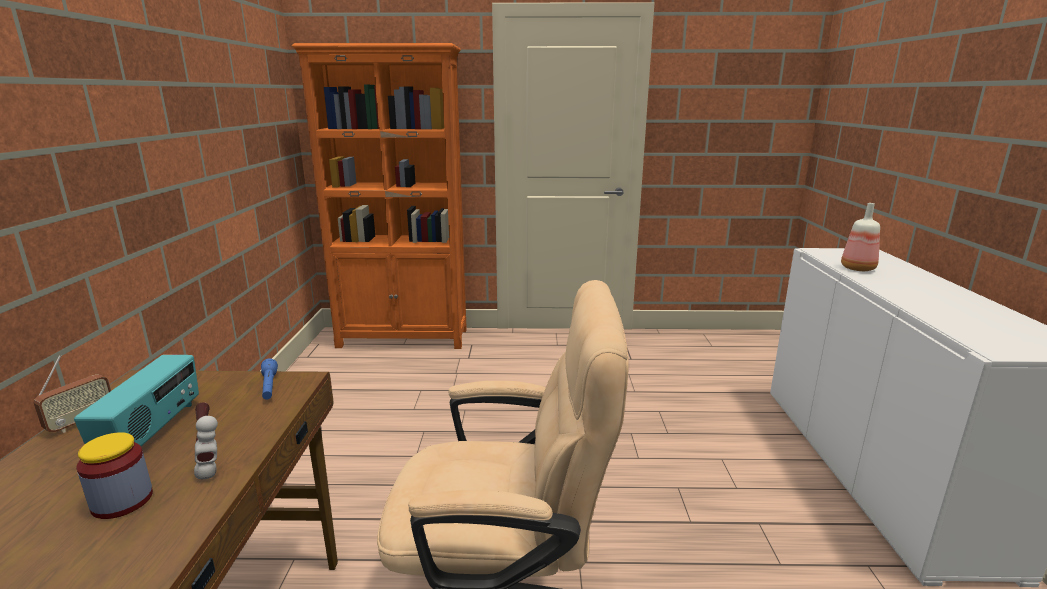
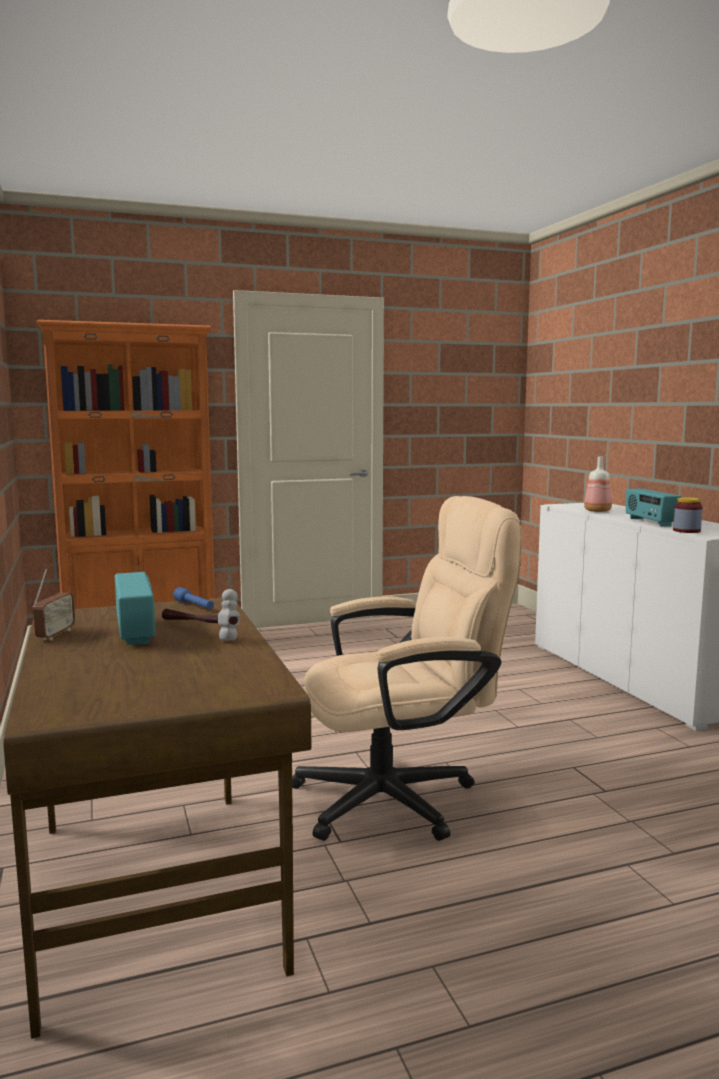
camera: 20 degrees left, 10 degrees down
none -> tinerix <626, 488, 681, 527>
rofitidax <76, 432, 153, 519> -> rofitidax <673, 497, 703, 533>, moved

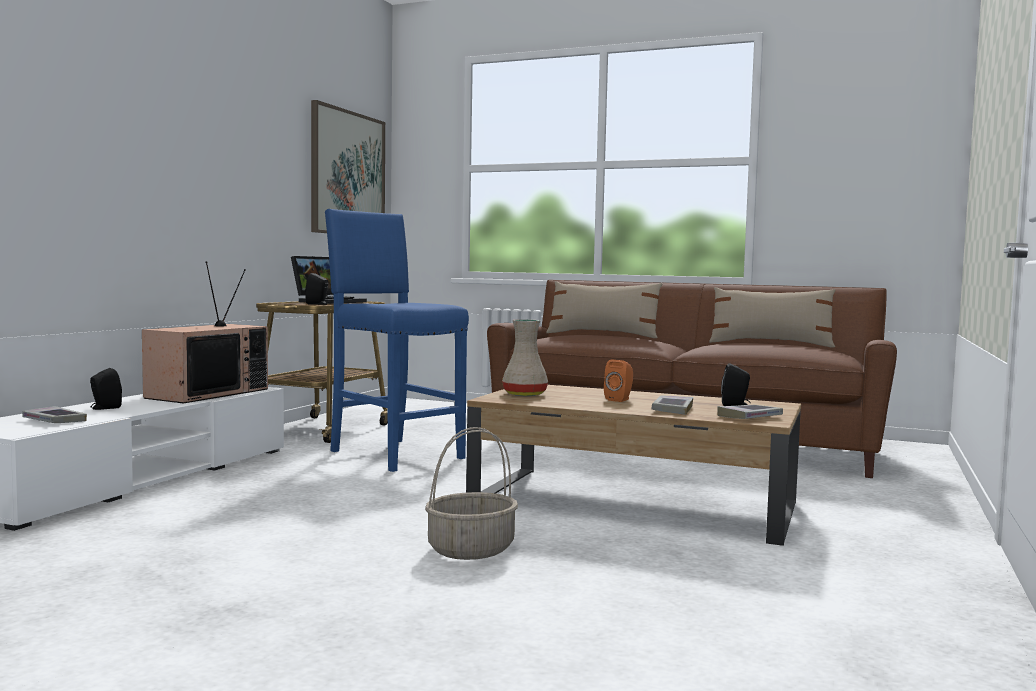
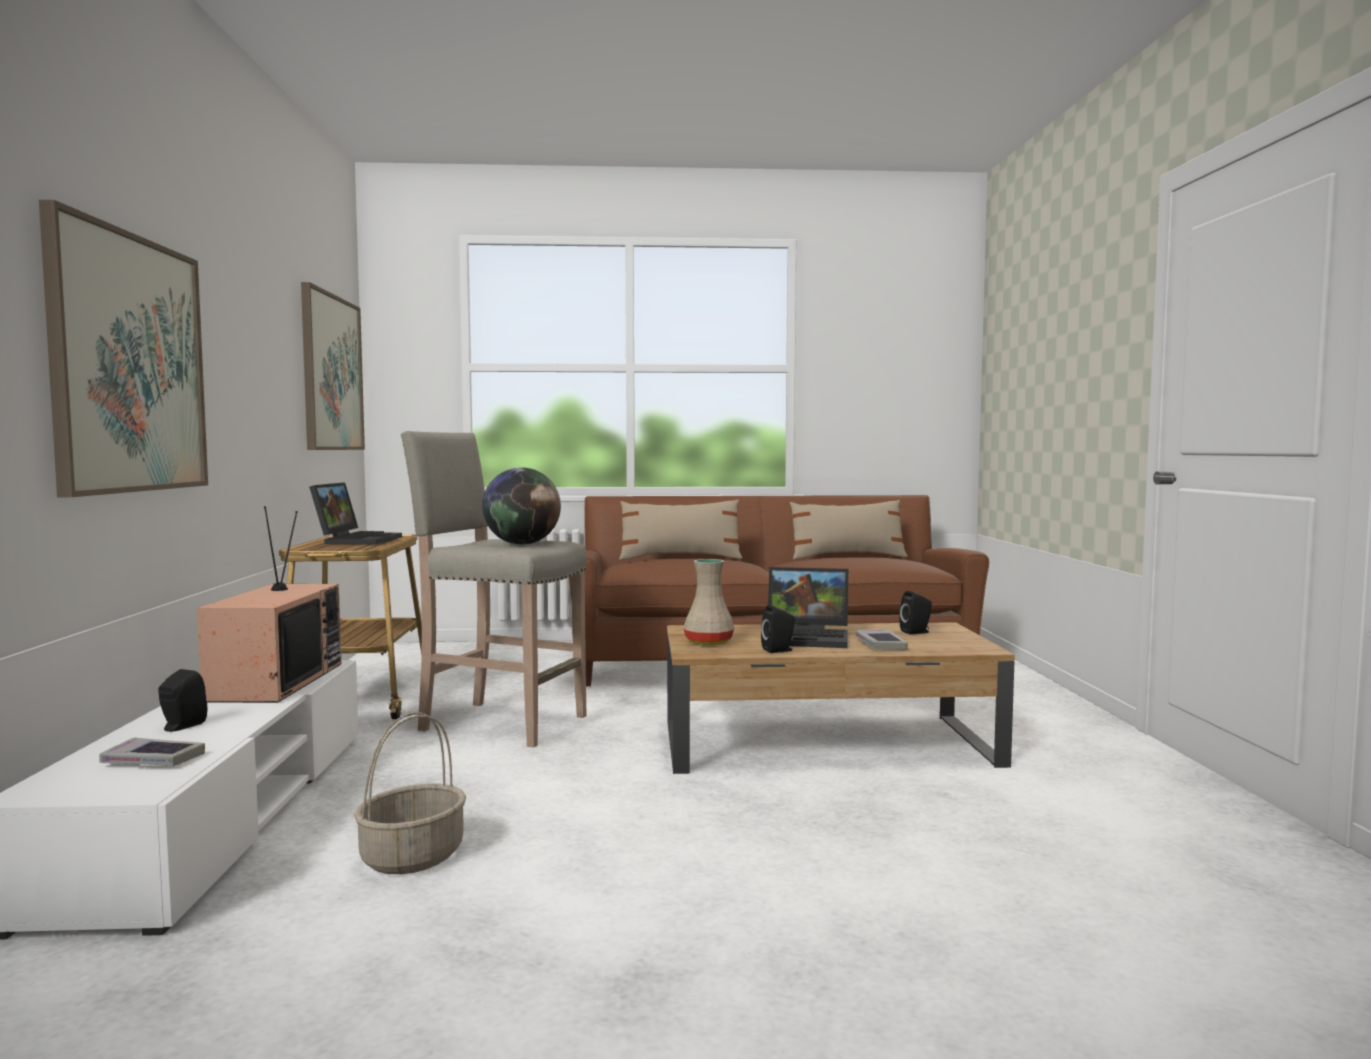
camera: 25 degrees left, 0 degrees up
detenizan <717, 405, 783, 419> -> none
none -> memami <39, 200, 208, 497>
none -> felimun <482, 468, 561, 545>
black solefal <305, 273, 329, 305> -> black solefal <761, 605, 795, 653>, moved
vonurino <425, 427, 518, 560> -> vonurino <354, 712, 466, 874>, moved
orange solefal <604, 360, 633, 402> -> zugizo <768, 567, 848, 648>
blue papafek <325, 209, 469, 472> -> beige papafek <401, 431, 587, 748>

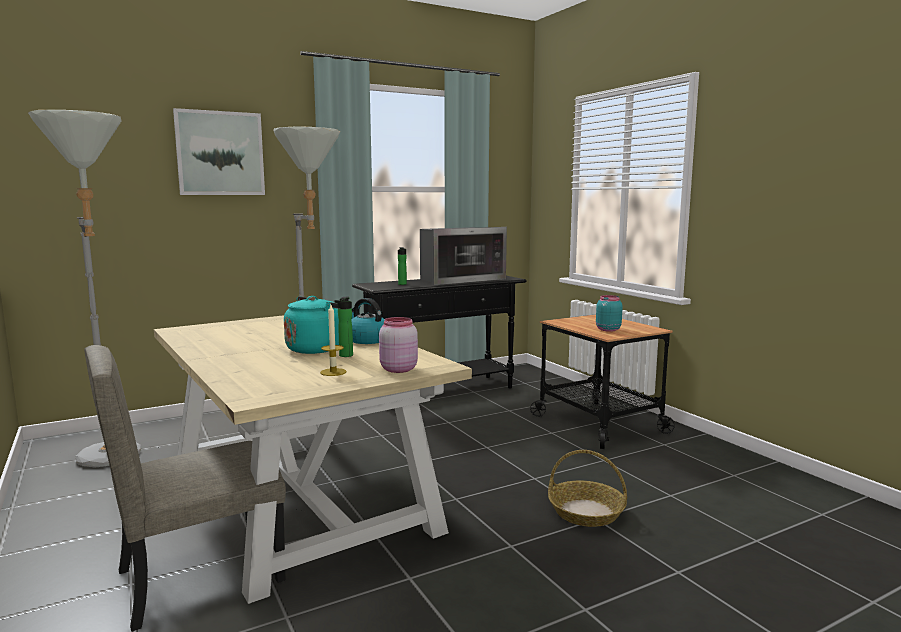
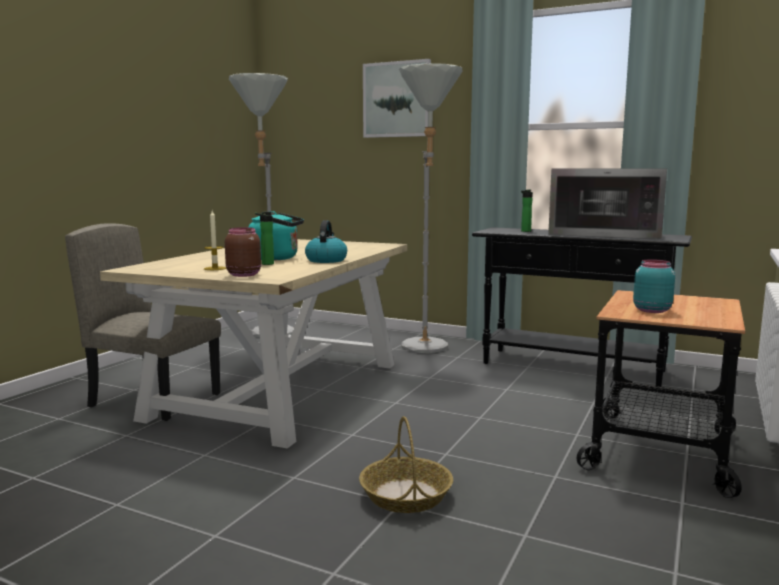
camera: 55 degrees right, 0 degrees up
pink rofitidax <379, 317, 418, 373> -> brown rofitidax <225, 227, 261, 277>

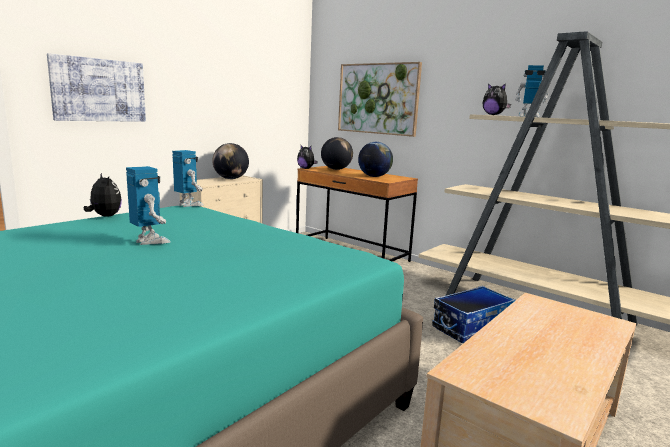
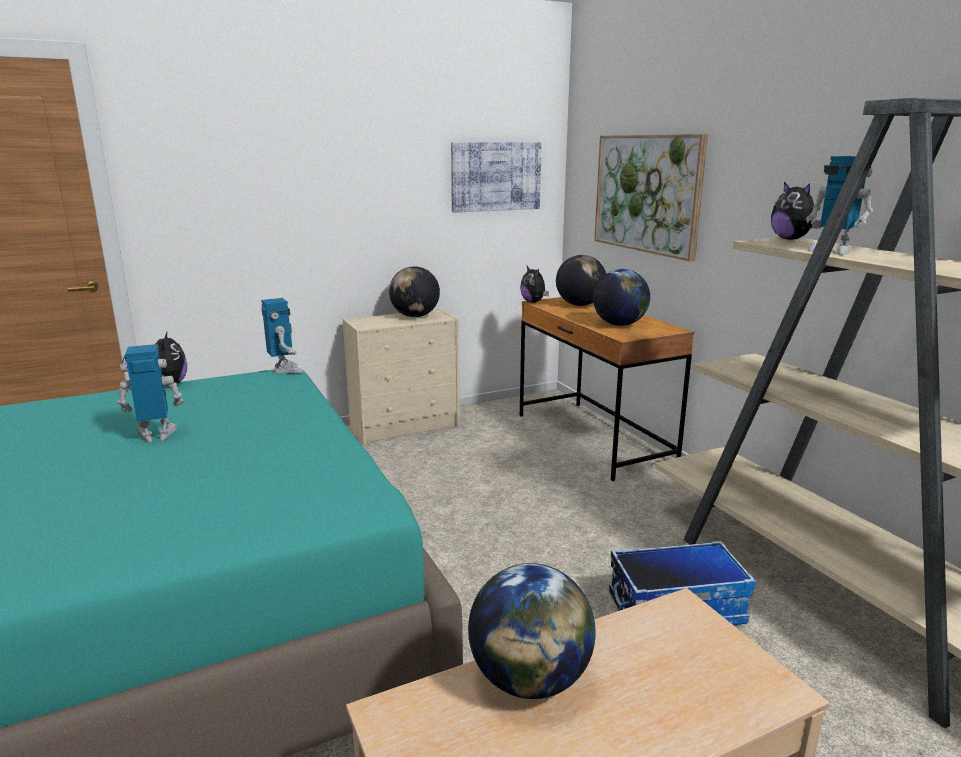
camera: 25 degrees right, 5 degrees up
none -> felimun <468, 563, 596, 699>
memami <47, 53, 146, 122> -> memami <451, 142, 542, 213>, moved
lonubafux <126, 166, 170, 245> -> lonubafux <117, 344, 184, 442>, 90 degrees counterclockwise

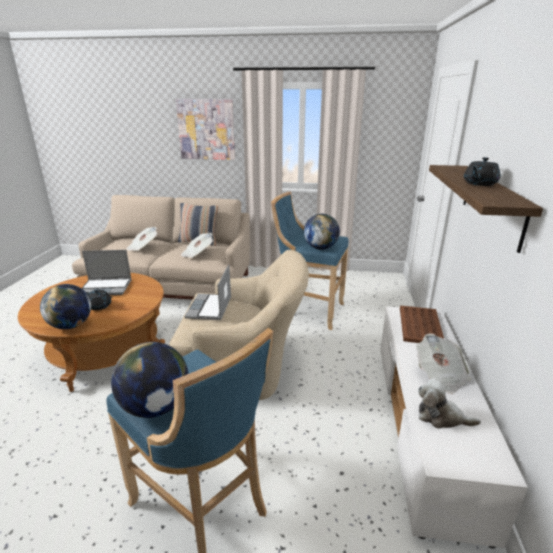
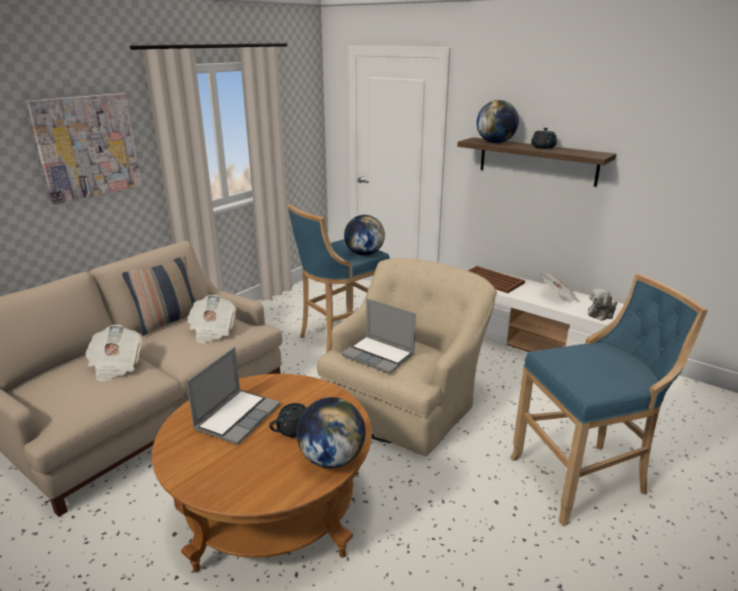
camera: 60 degrees left, 0 degrees up
felimun <111, 342, 188, 418> -> felimun <477, 100, 519, 143>, moved

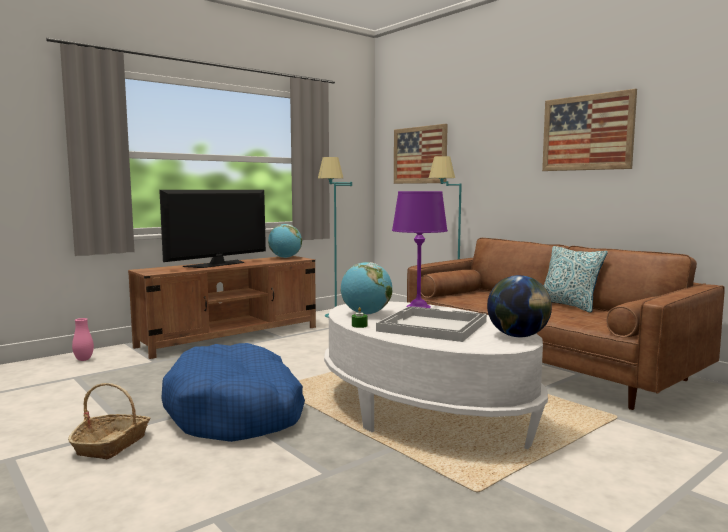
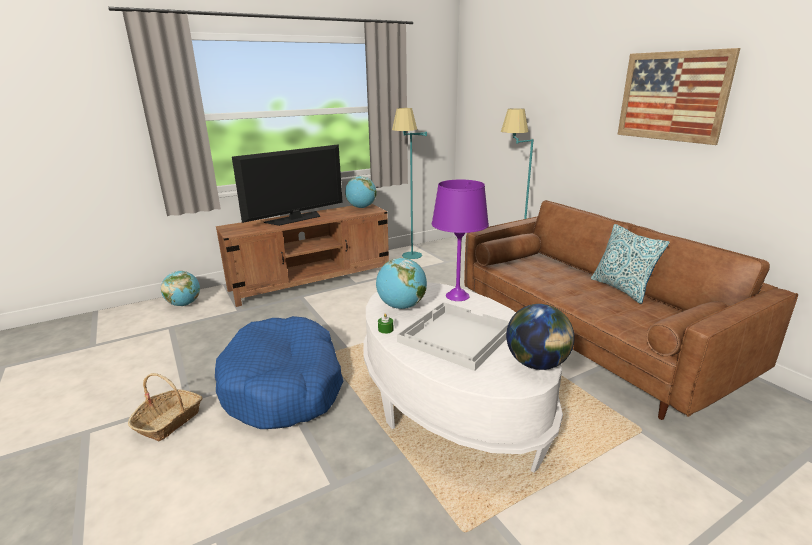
camera: 10 degrees right, 15 degrees up
memami <394, 124, 448, 184> -> none
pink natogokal <72, 318, 94, 361> -> felimun <161, 271, 200, 306>

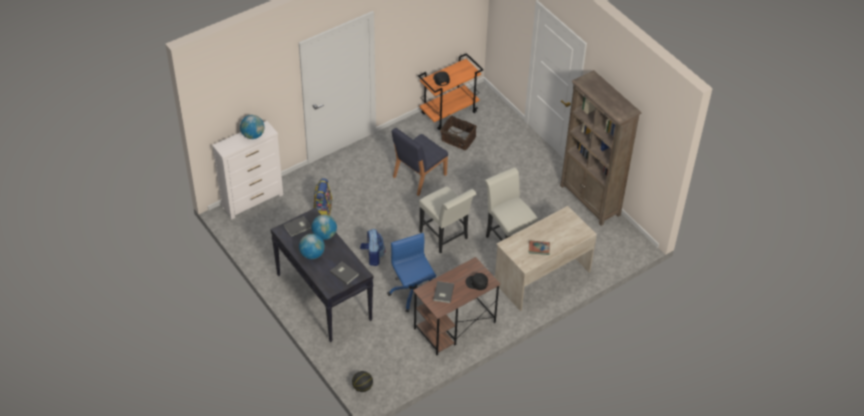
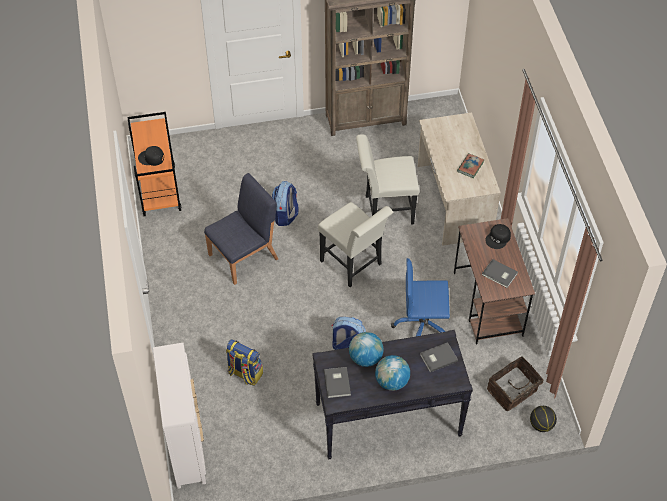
camera: 65 degrees left, 5 degrees up
felimun <240, 115, 264, 139> -> none
none -> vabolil <272, 181, 298, 226>
vonurino <440, 115, 477, 150> -> vonurino <487, 356, 547, 411>, moved
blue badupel <392, 128, 448, 196> -> blue badupel <204, 173, 278, 285>, 105 degrees counterclockwise
white badupel <419, 186, 476, 253> -> white badupel <318, 202, 393, 287>, 60 degrees clockwise

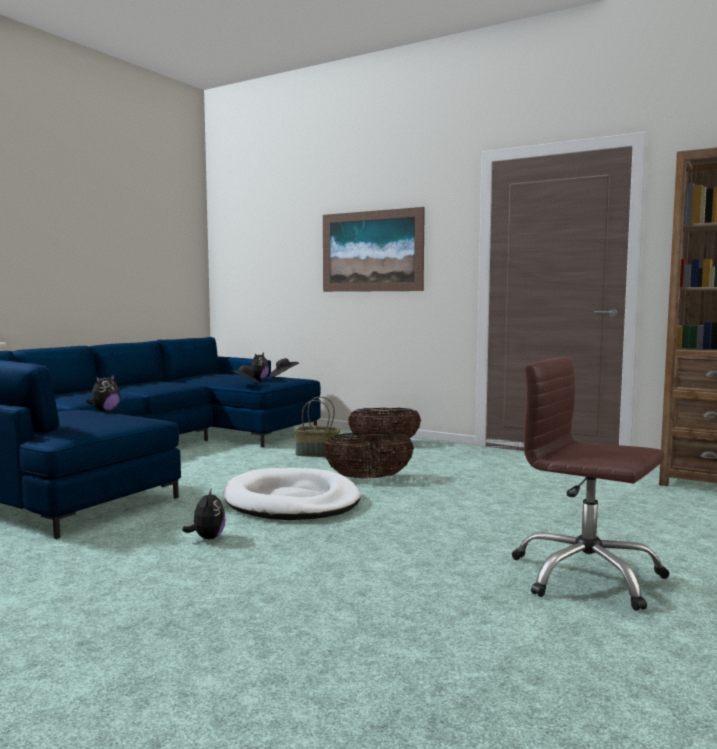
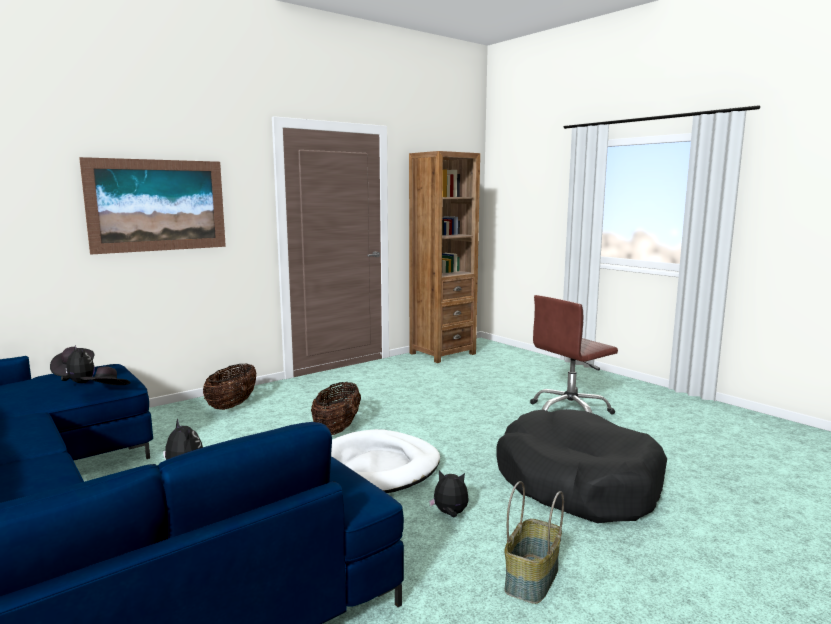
camera: 70 degrees left, 5 degrees up
none -> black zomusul <497, 409, 667, 523>
vonurino <294, 396, 340, 457> -> vonurino <504, 481, 564, 604>, moved

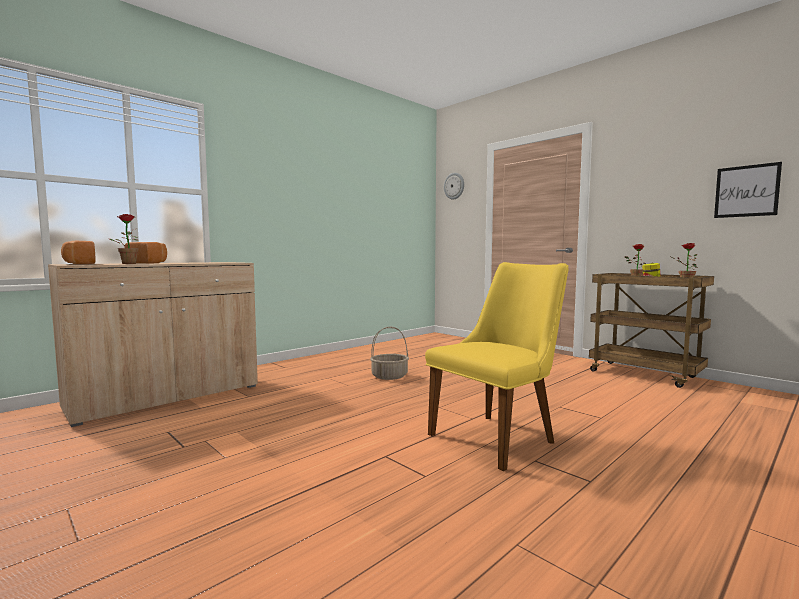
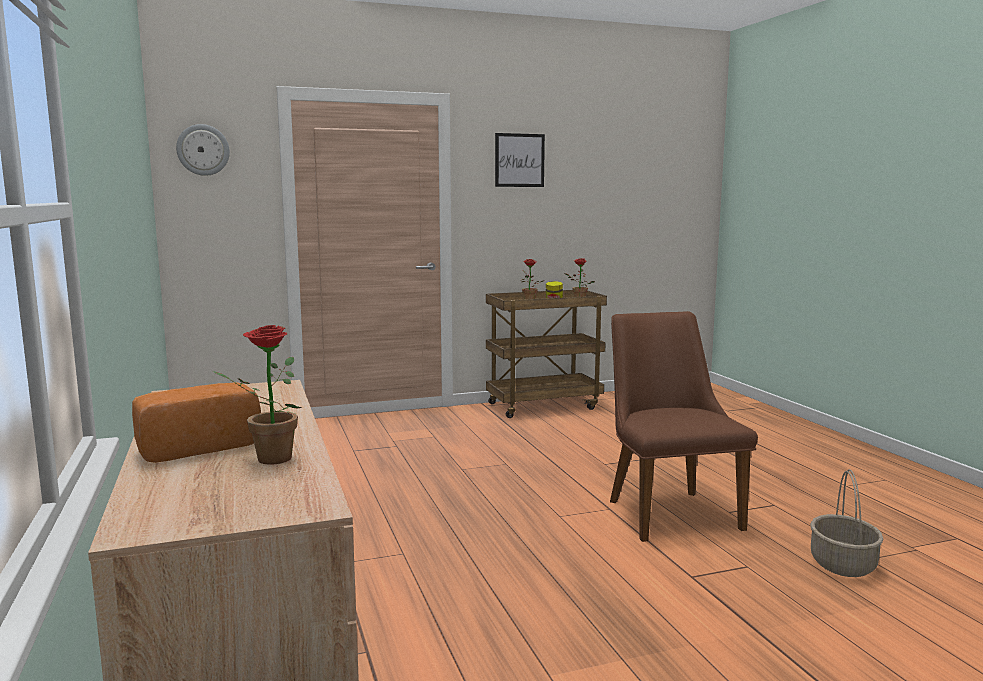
camera: 65 degrees left, 5 degrees up
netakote <61, 241, 96, 264> -> none
vonurino <370, 327, 409, 380> -> vonurino <810, 469, 884, 577>, moved
memami <714, 162, 782, 218> -> memami <495, 133, 545, 187>, moved
yellow badupel <425, 262, 569, 471> -> brown badupel <610, 311, 758, 542>

